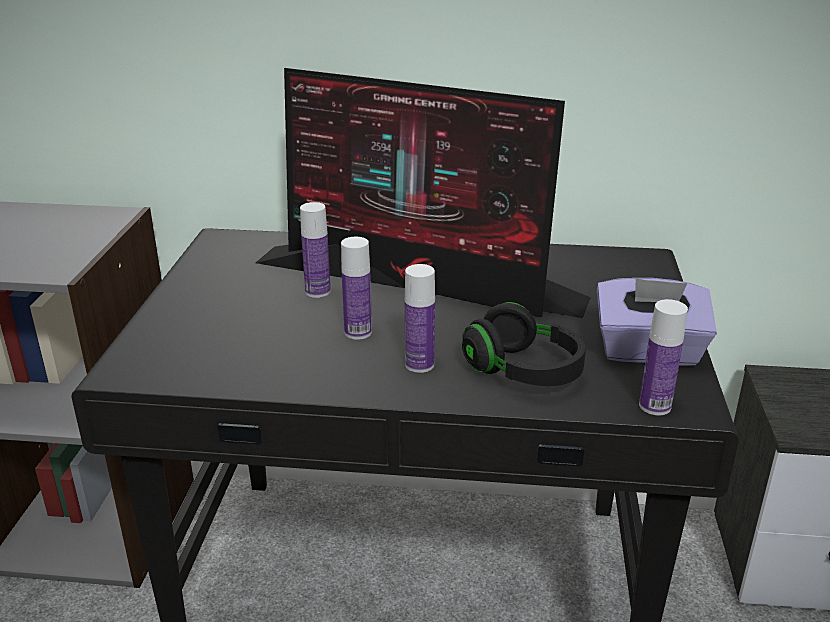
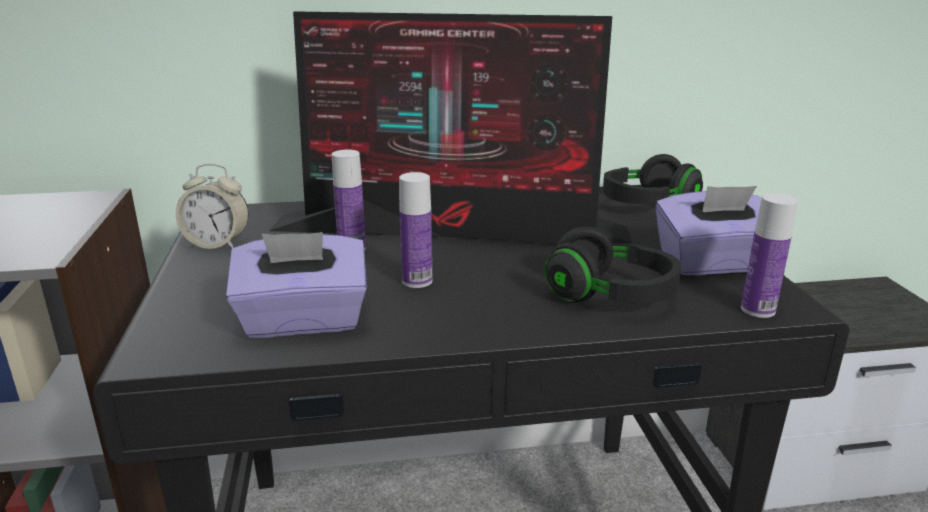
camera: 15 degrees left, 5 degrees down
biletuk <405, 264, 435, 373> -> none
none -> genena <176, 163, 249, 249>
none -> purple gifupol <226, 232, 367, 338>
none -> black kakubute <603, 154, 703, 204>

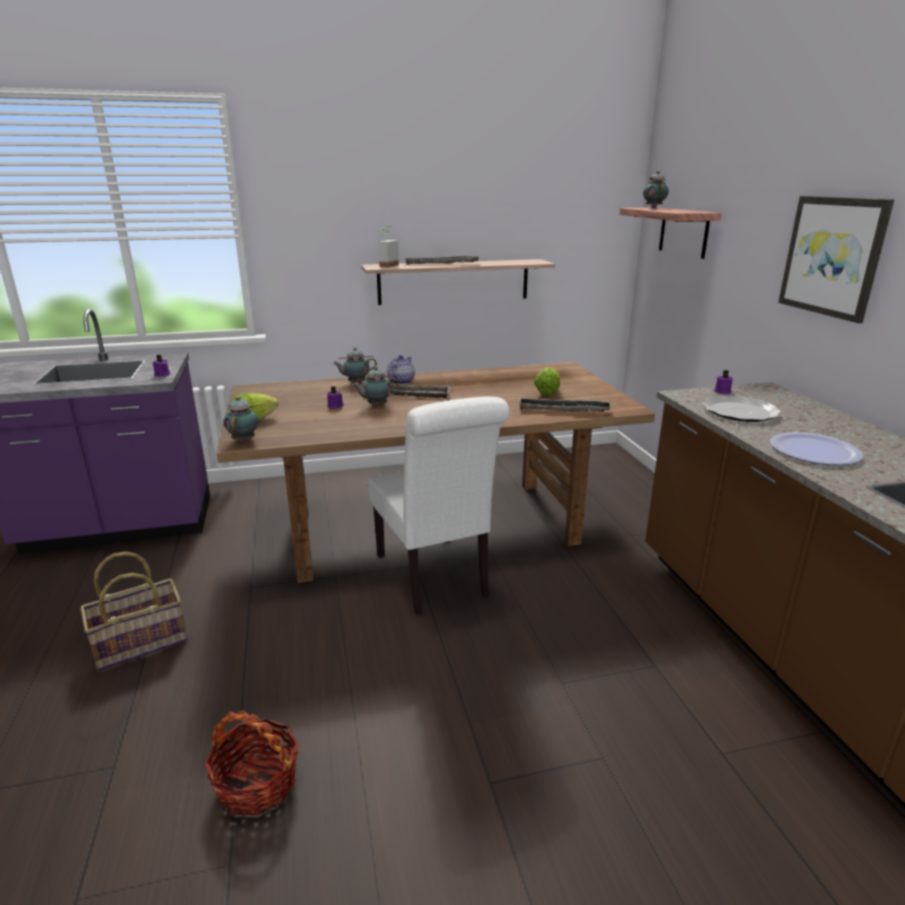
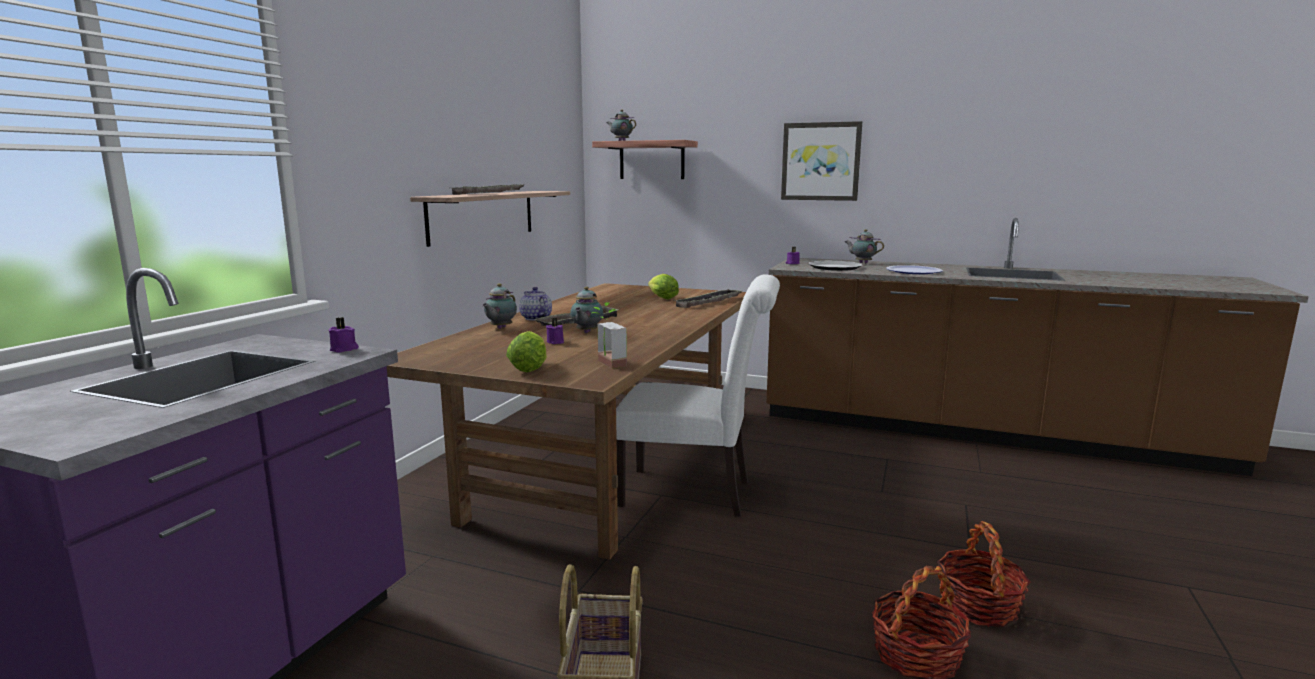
camera: 55 degrees left, 10 degrees down
none -> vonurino <937, 521, 1031, 627>
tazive <224, 396, 258, 442> -> tazive <845, 229, 884, 263>, moved
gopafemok <376, 226, 399, 268> -> gopafemok <592, 302, 627, 369>, moved

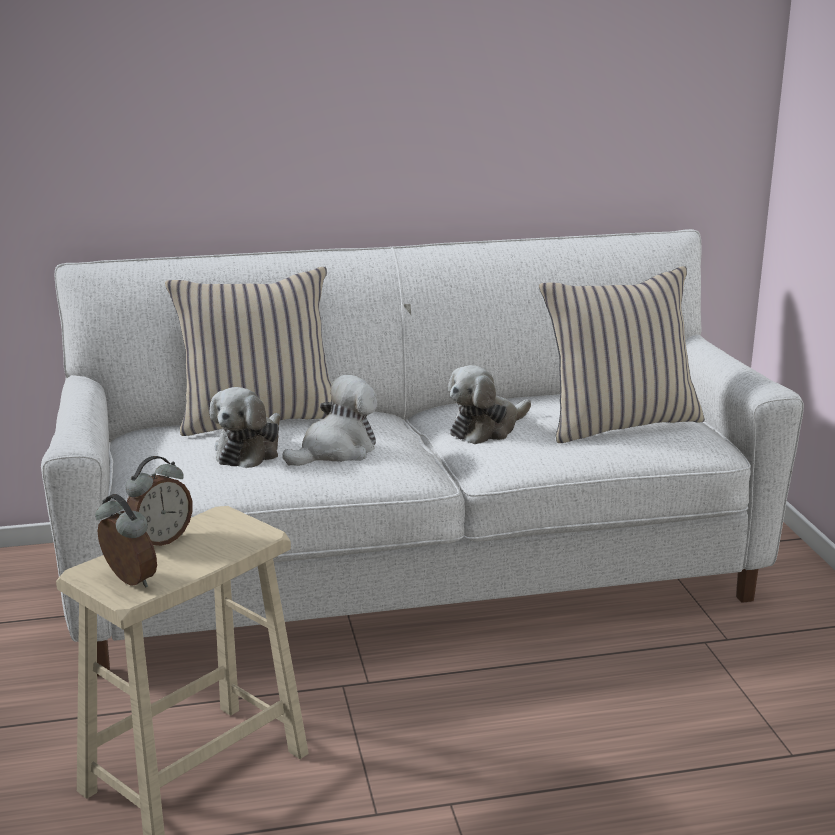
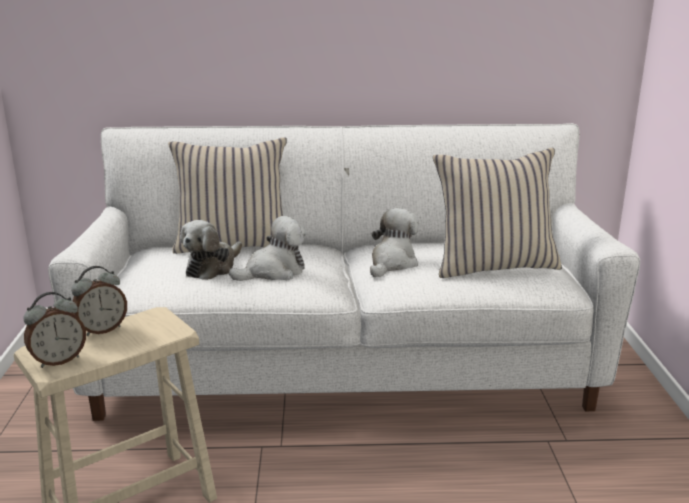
camera: 10 degrees right, 0 degrees up
genena <95, 494, 157, 588> -> genena <23, 292, 86, 368>, 90 degrees clockwise
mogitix <448, 365, 531, 444> -> mogitix <370, 208, 419, 277>, 150 degrees clockwise

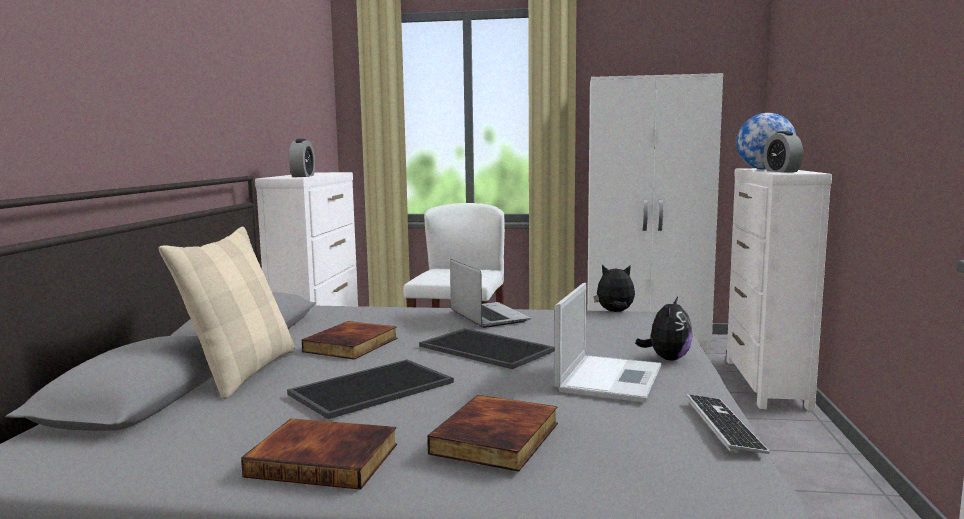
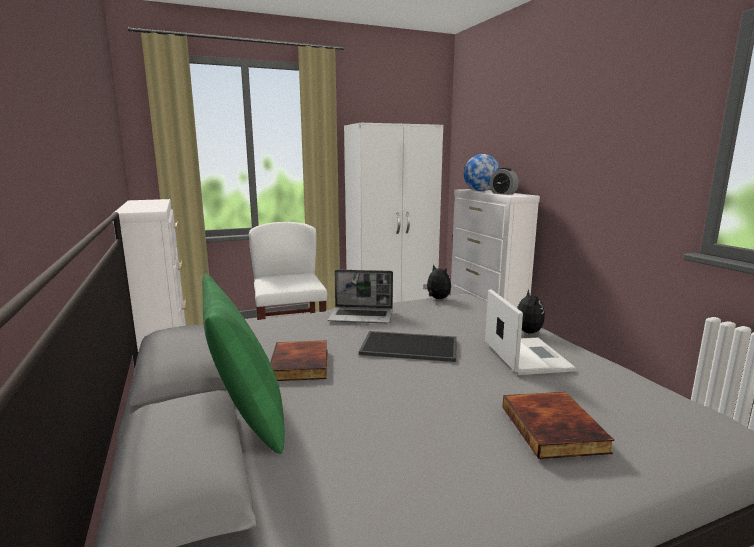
camera: 30 degrees left, 5 degrees up
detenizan <241, 418, 397, 490> -> none
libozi <287, 360, 454, 419> -> none
genena <289, 139, 315, 177> -> none
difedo <686, 394, 770, 454> -> none
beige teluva <158, 227, 295, 399> -> green teluva <202, 274, 285, 454>
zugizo <450, 259, 531, 328> -> zugizo <328, 269, 393, 324>, 150 degrees clockwise
mogitix <594, 265, 635, 312> -> mogitix <423, 265, 451, 299>, 75 degrees clockwise

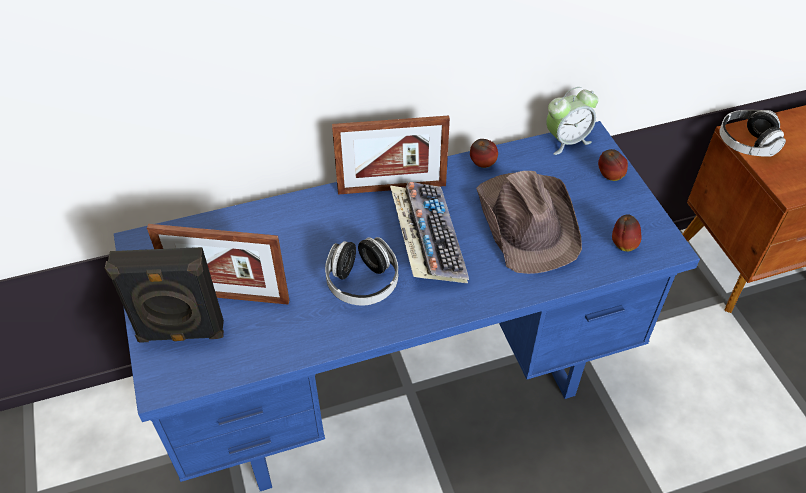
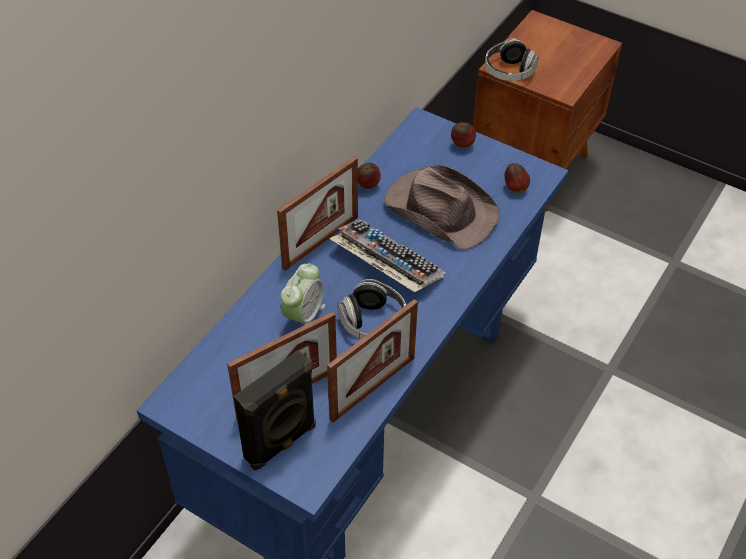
camera: 40 degrees left, 0 degrees up
none -> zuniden <327, 299, 418, 423>
genena <546, 87, 598, 155> -> genena <280, 263, 325, 325>, moved

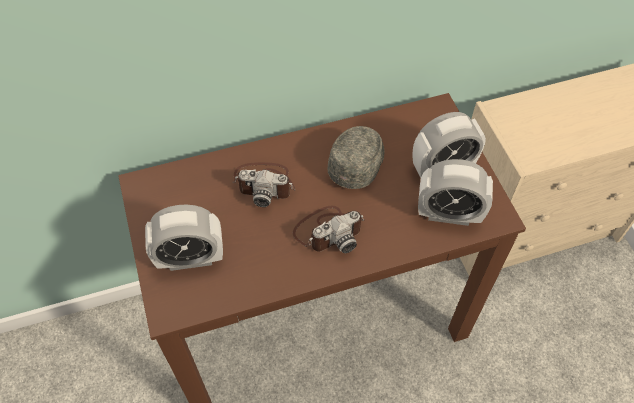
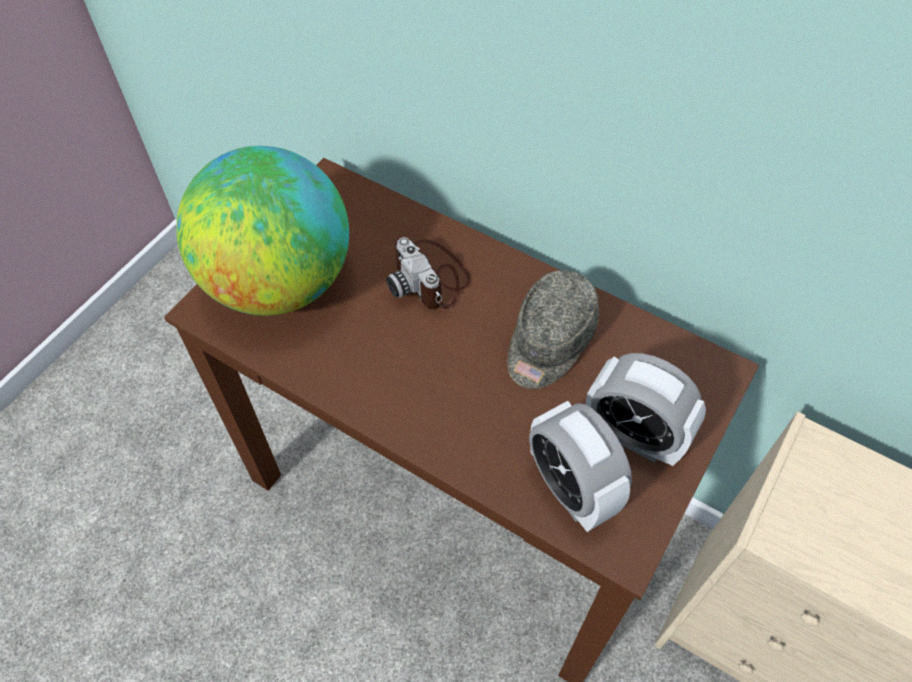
camera: 50 degrees right, 0 degrees up
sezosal <293, 206, 365, 253> -> none
genena <145, 205, 223, 271> -> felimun <176, 146, 349, 316>
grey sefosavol <327, 126, 384, 189> -> grey sefosavol <507, 270, 599, 389>, 135 degrees clockwise

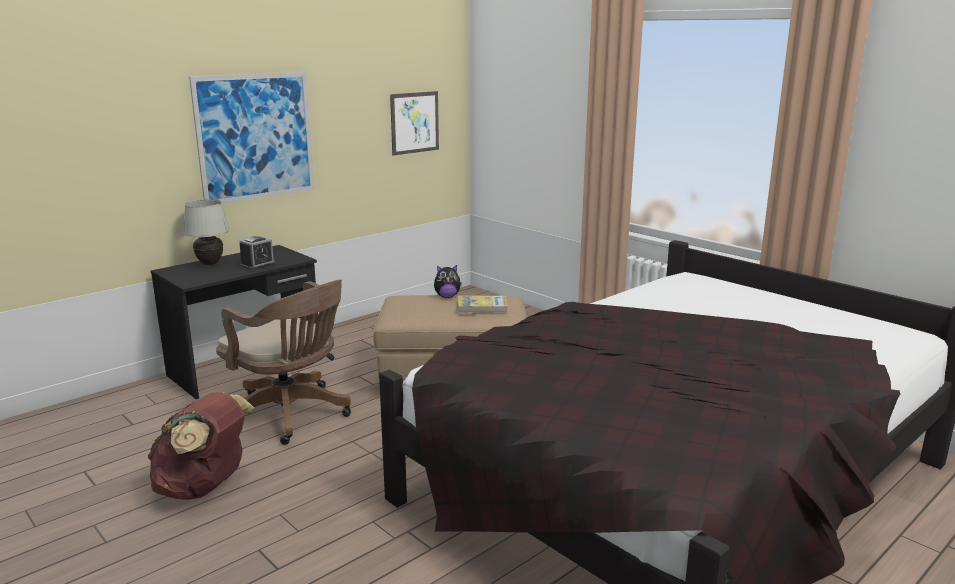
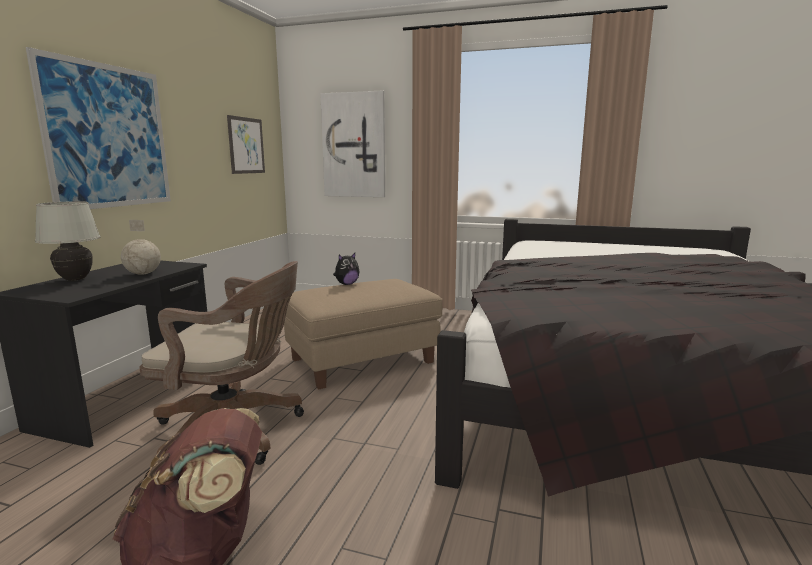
camera: 30 degrees left, 5 degrees down
detenizan <458, 296, 508, 313> -> none
none -> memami <320, 90, 385, 197>
genena <240, 236, 275, 270> -> felimun <121, 220, 161, 275>

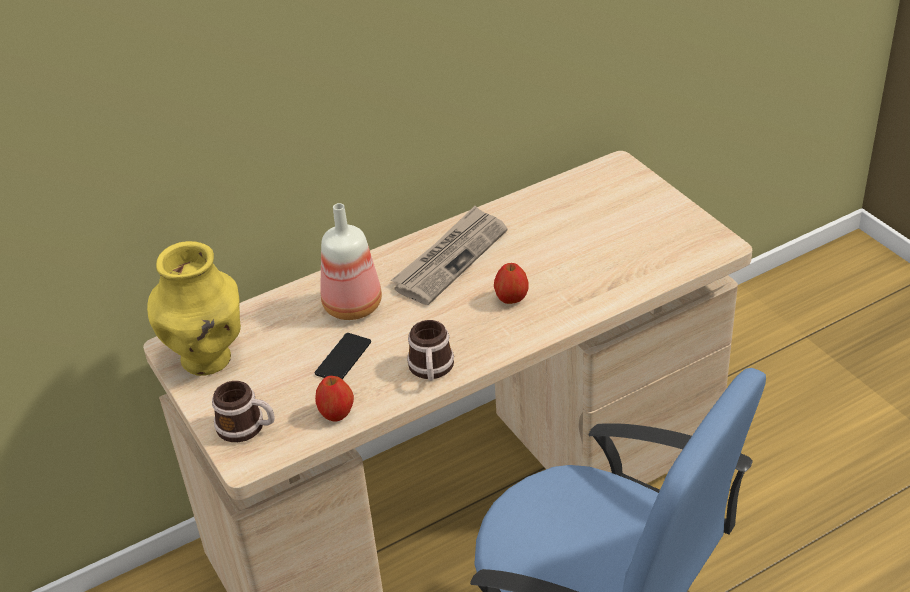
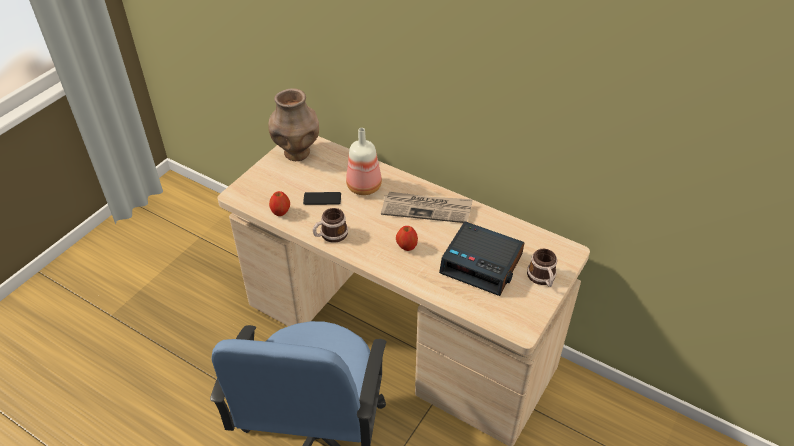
camera: 60 degrees right, 5 degrees up
none -> genena <439, 221, 525, 296>
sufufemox <212, 381, 275, 442> -> sufufemox <527, 249, 557, 287>, moved
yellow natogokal <147, 241, 241, 376> -> brown natogokal <268, 88, 319, 161>

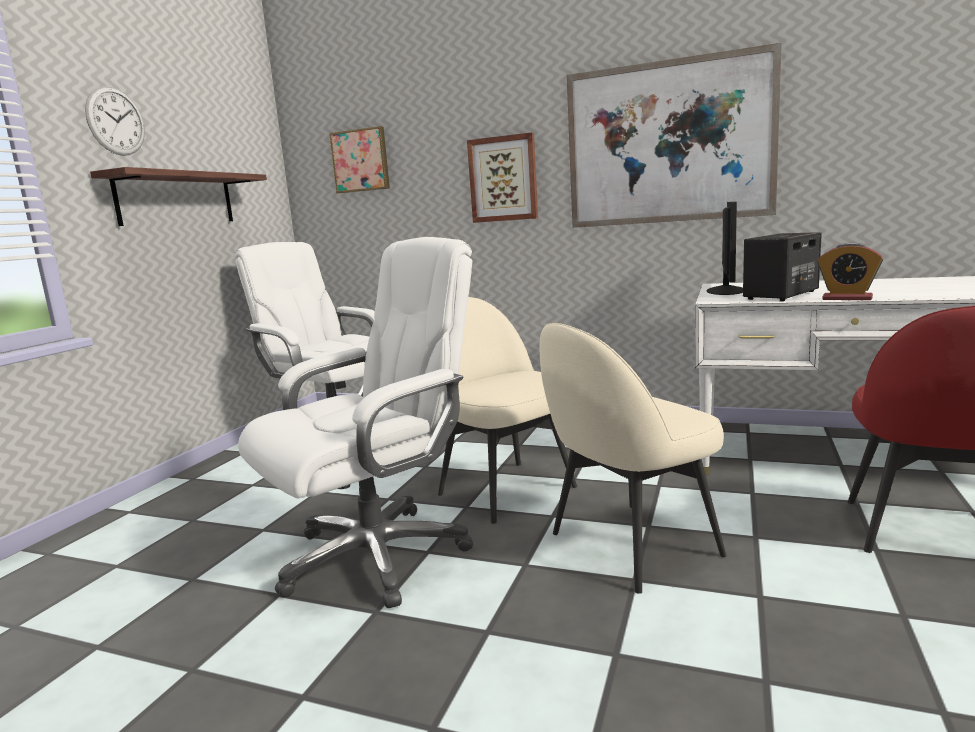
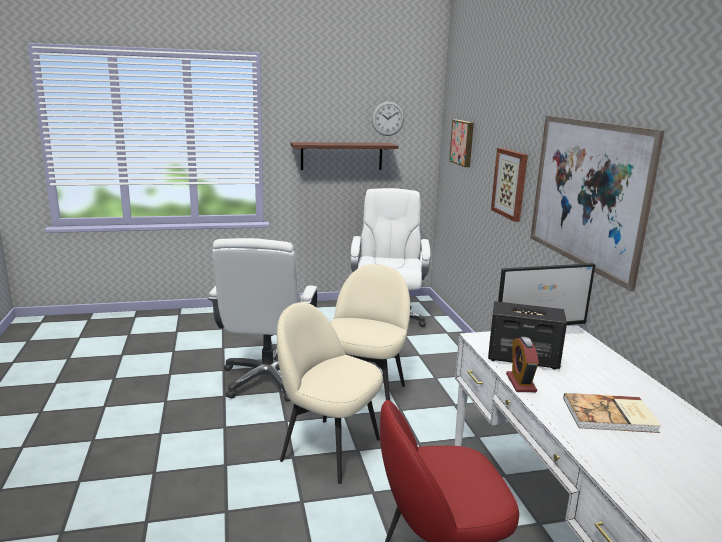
camera: 55 degrees right, 5 degrees up
none -> detenizan <564, 393, 661, 433>
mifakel <85, 86, 145, 156> -> mifakel <372, 101, 404, 136>, moved
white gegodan <238, 237, 473, 608> -> white gegodan <208, 238, 318, 402>, 75 degrees clockwise

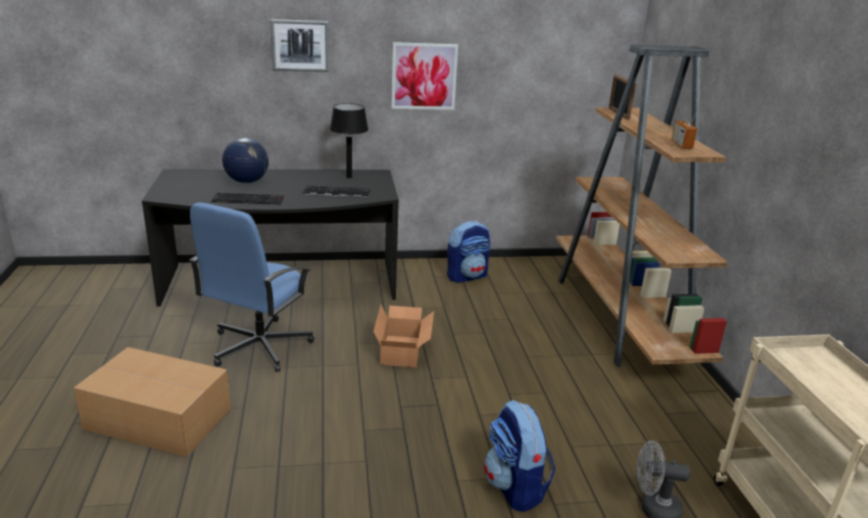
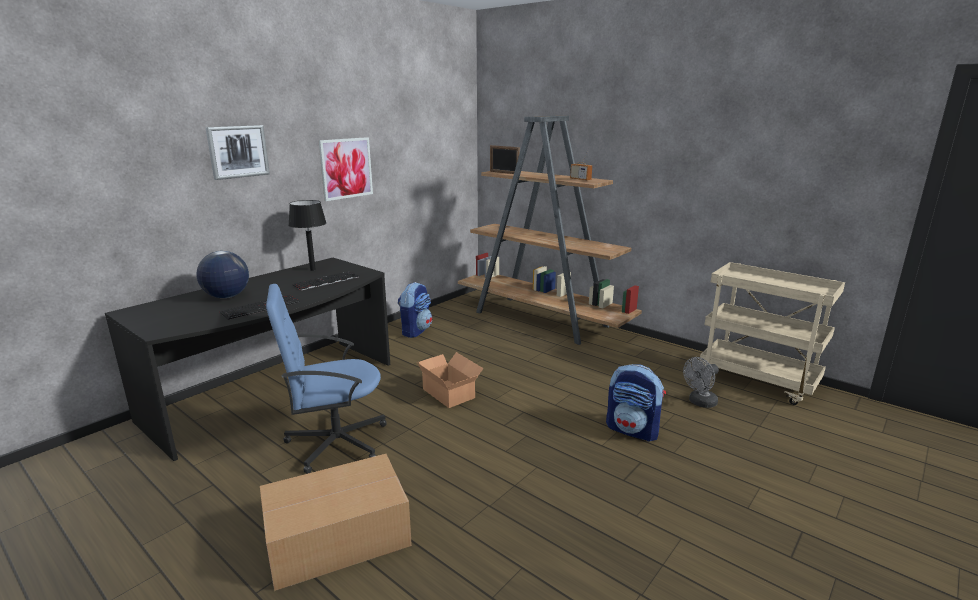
camera: 40 degrees left, 5 degrees down
blue gegodan <189, 202, 314, 372> -> blue gegodan <266, 284, 387, 474>, 90 degrees clockwise

